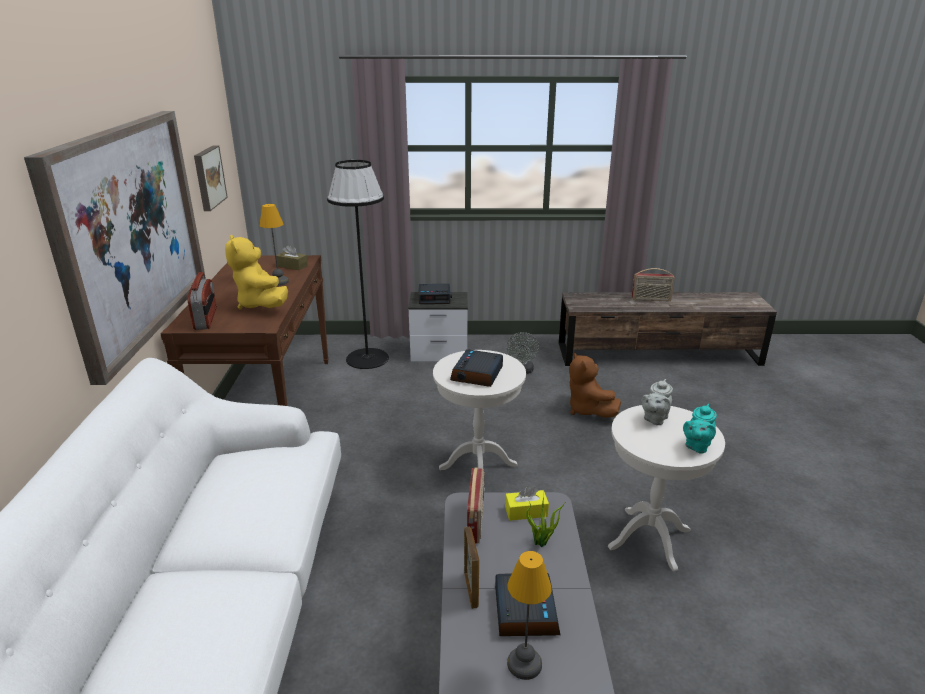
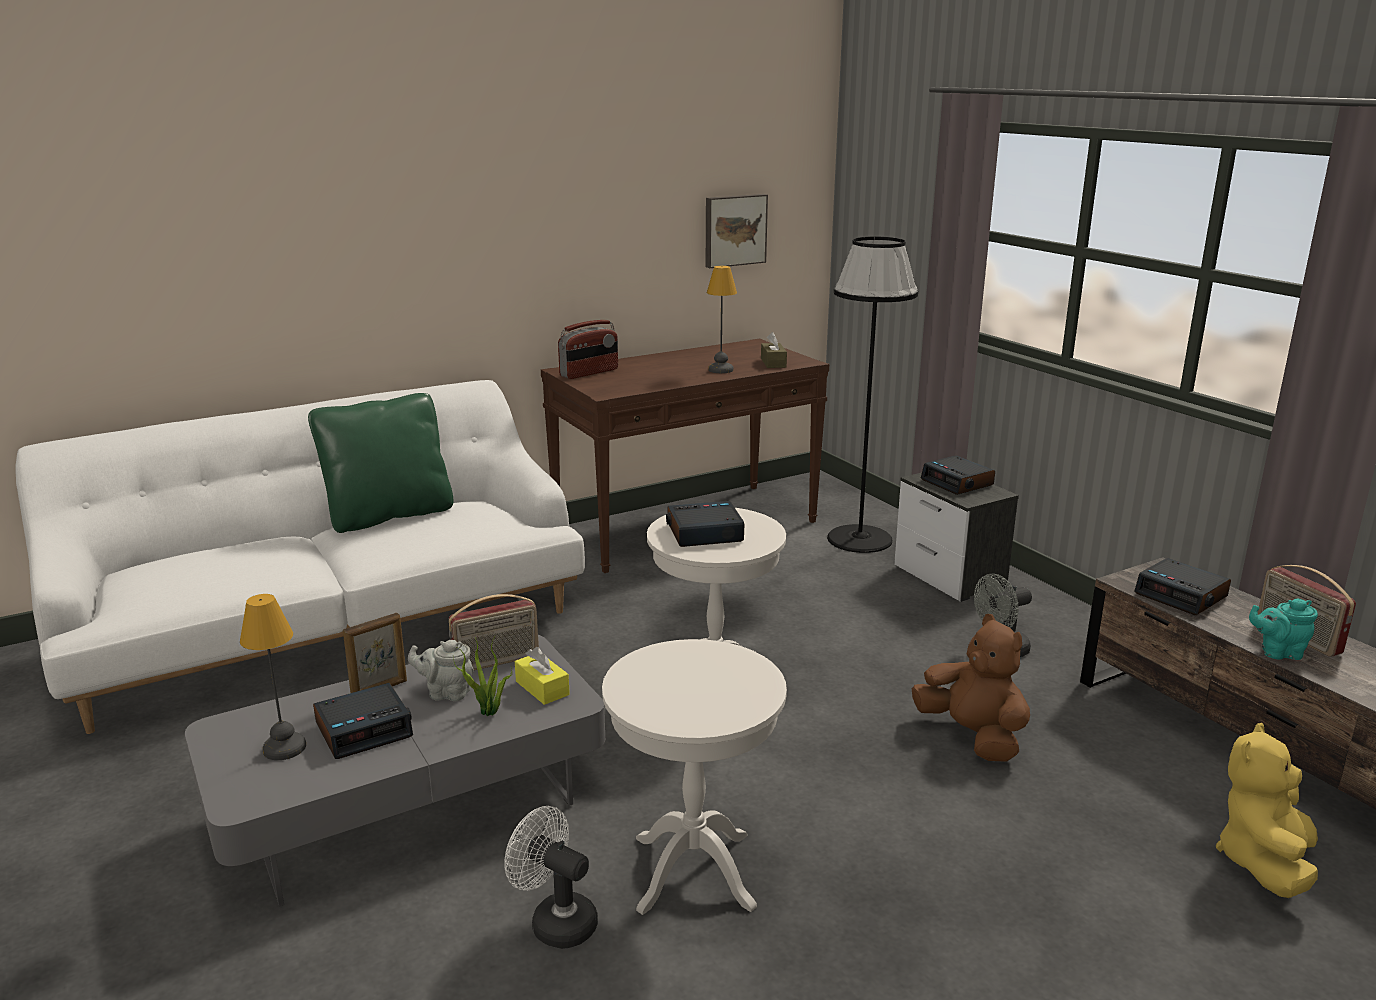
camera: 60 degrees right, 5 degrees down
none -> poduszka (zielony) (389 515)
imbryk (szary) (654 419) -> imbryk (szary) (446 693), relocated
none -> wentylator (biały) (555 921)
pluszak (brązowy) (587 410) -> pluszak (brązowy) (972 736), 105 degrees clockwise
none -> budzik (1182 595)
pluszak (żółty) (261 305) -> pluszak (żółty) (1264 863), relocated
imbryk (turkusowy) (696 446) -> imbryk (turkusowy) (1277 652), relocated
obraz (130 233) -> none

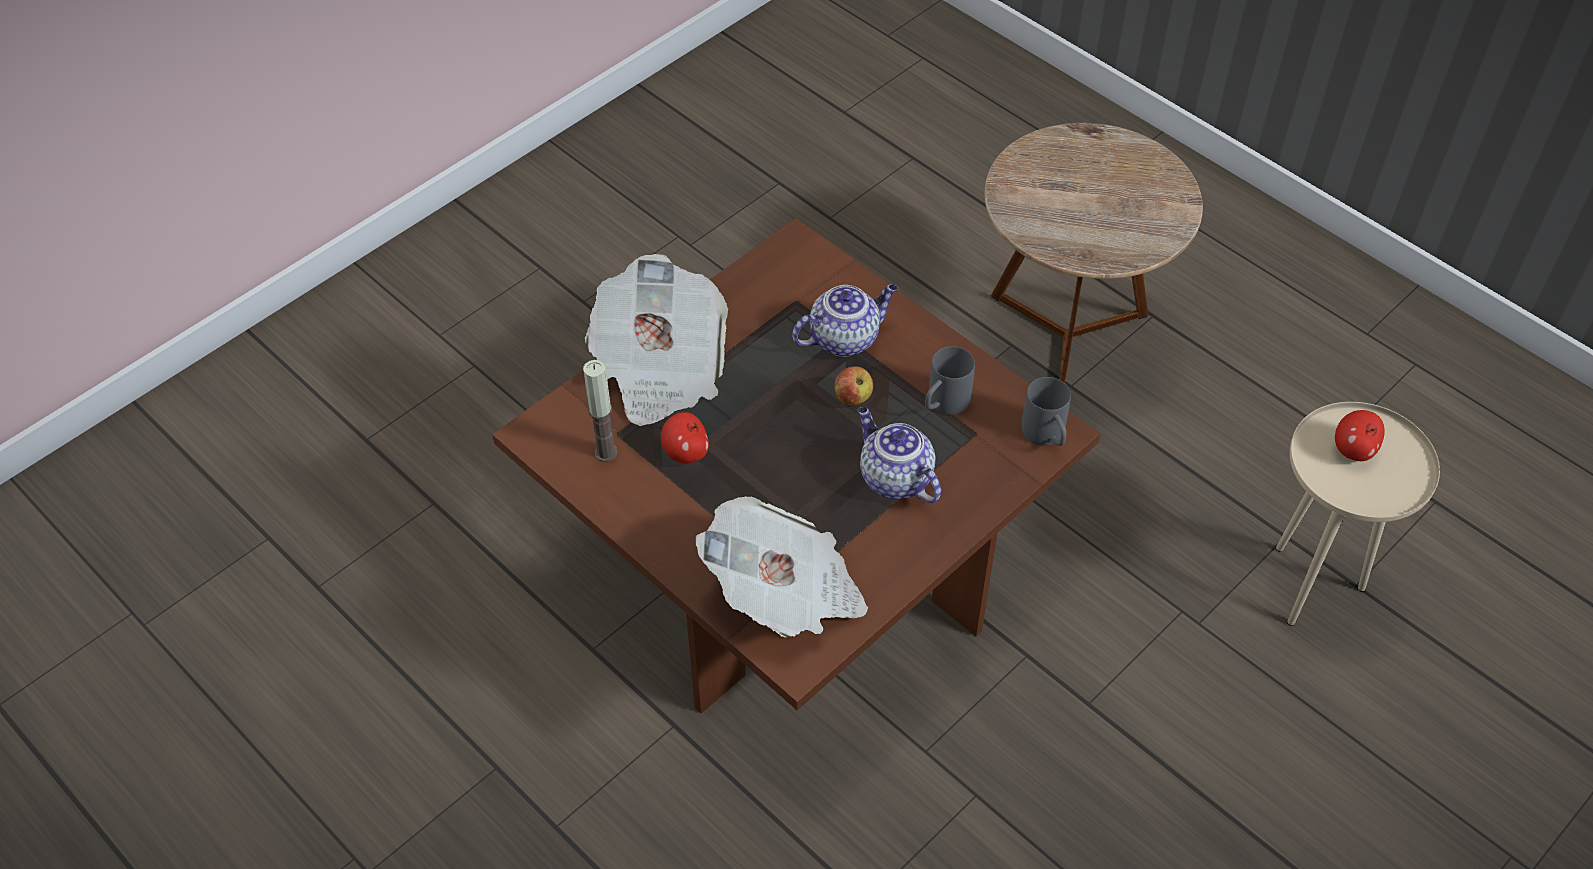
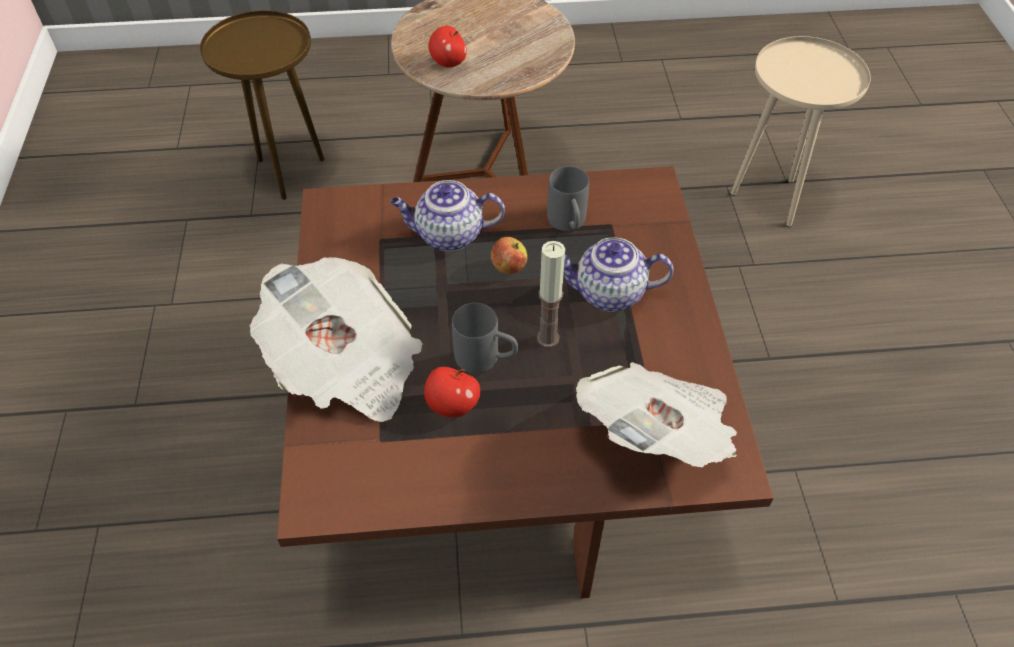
camera: 50 degrees left, 0 degrees up
none -> stolik (brązowy) (288 172)
imbryk (845 338) -> imbryk (448 235), 105 degrees counterclockwise
jabłko (1353 450) -> jabłko (448 63), relocated
kubek (szary) (1046 437) -> kubek (szary) (486 359), relocated
świeca (606 452) -> świeca (548 338), relocated

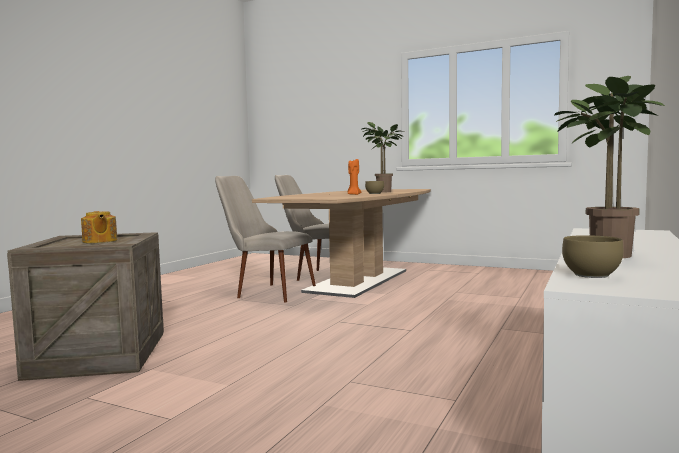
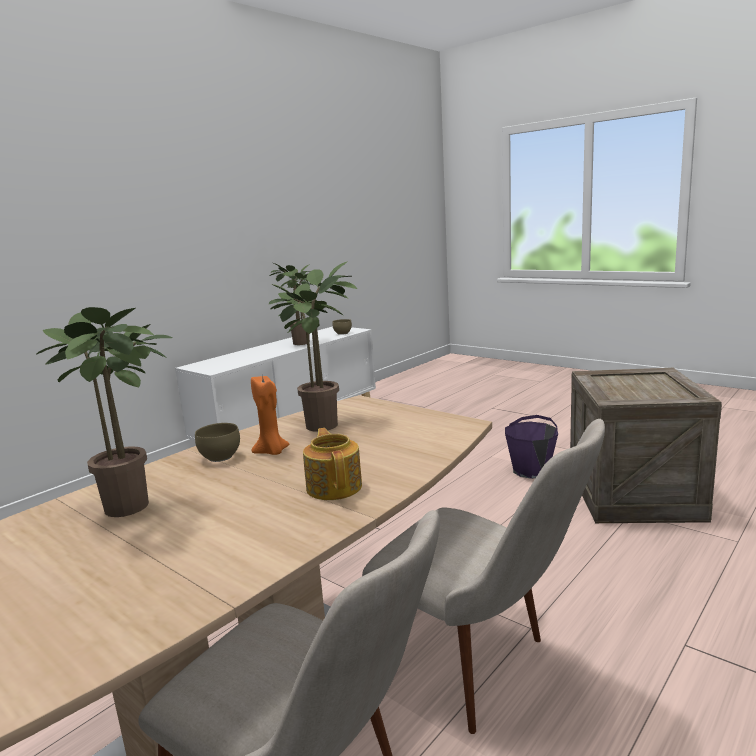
camera: 165 degrees left, 10 degrees up
none -> roślina doniczkowa (322 423)
imbryk (99 241) -> imbryk (334 486), relocated
none -> wiadro (fioletowy) (531 470)

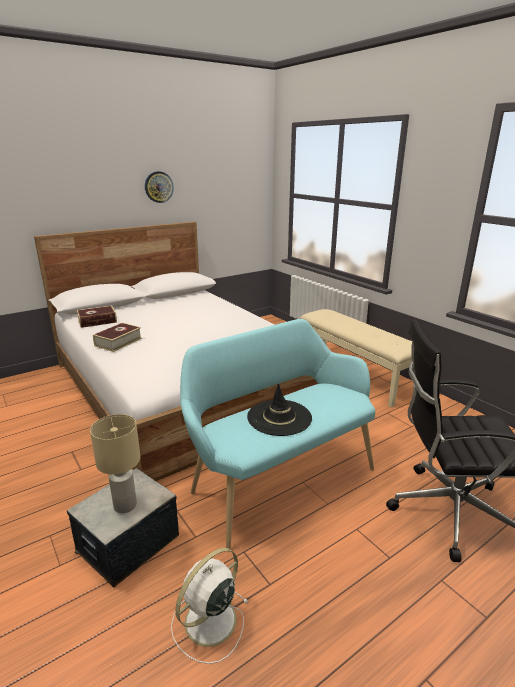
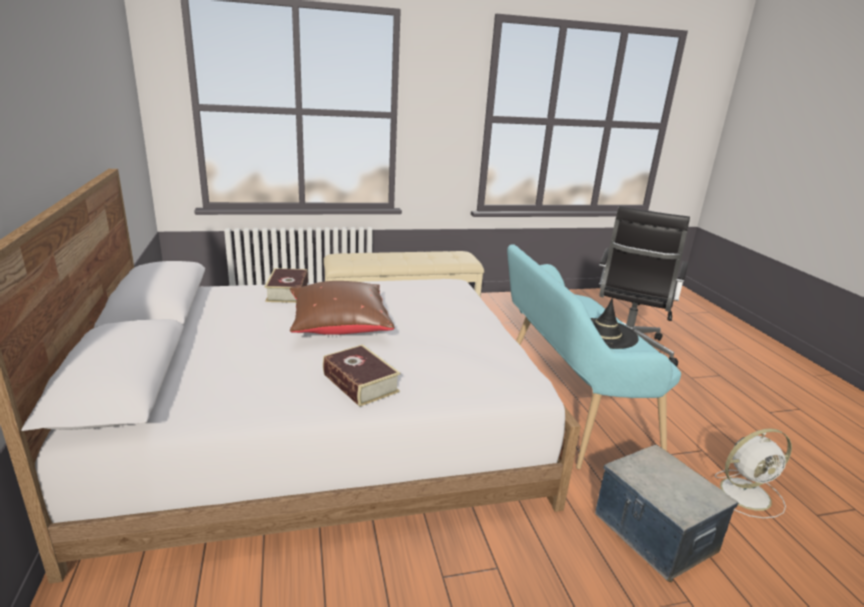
camera: 70 degrees left, 0 degrees up
książka (97 321) -> książka (287 292), relocated
none -> poduszka (brązowy) (338 326)
wentylator (biały) (208 622) -> wentylator (biały) (747 493), 75 degrees counterclockwise
lampa stołowa (beżowy) (124 505) -> none
zegar ścienny (158 187) -> none

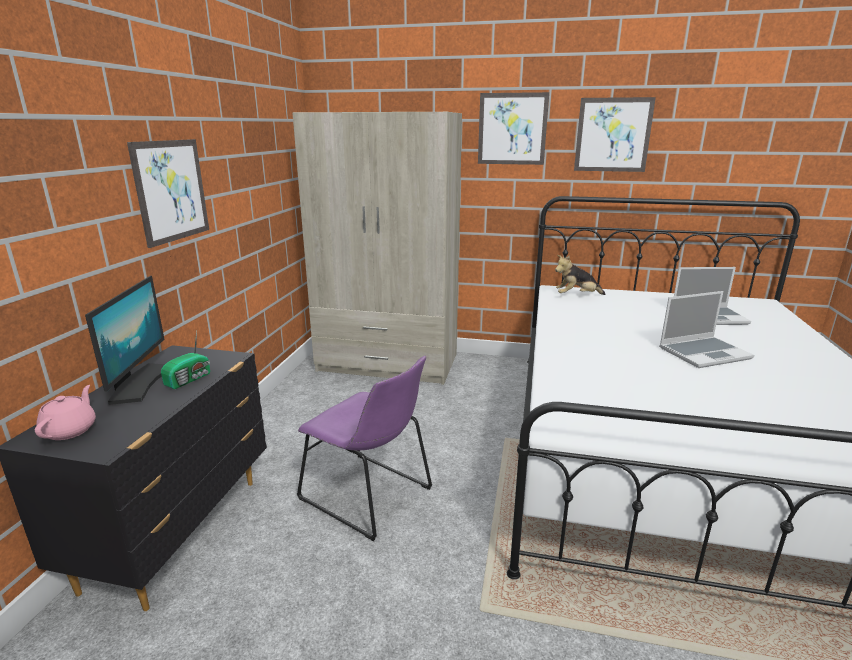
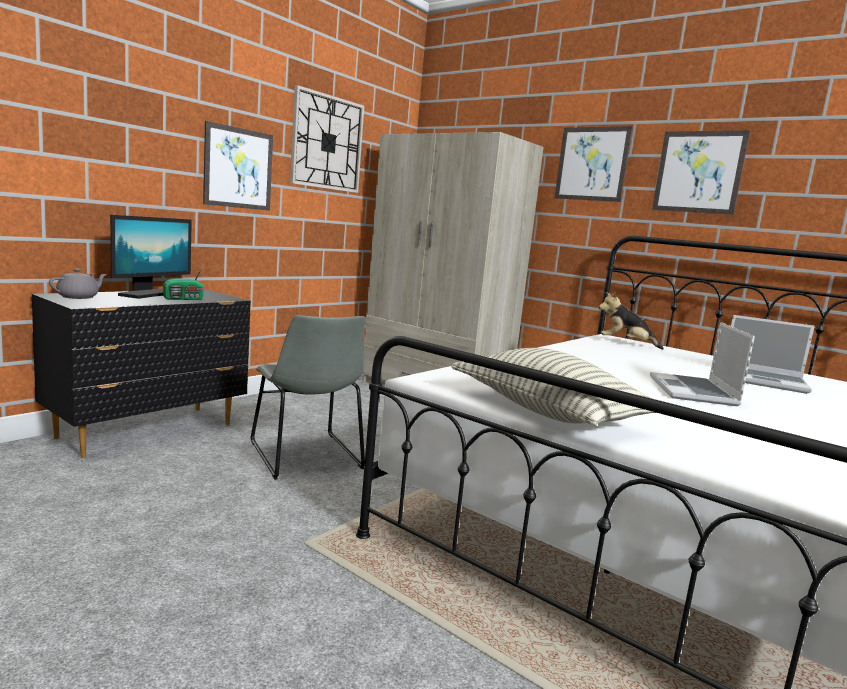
camera: 25 degrees right, 10 degrees down
imbryk (różowy) (70 430) -> imbryk (szary) (79 297)
krzesło (fioletowy) (370 496) -> krzesło (szary) (307 457)
none -> zegar ścienny (327 142)
none -> poduszka (547 412)
laptop (704 353) -> laptop (694 392), 90 degrees clockwise

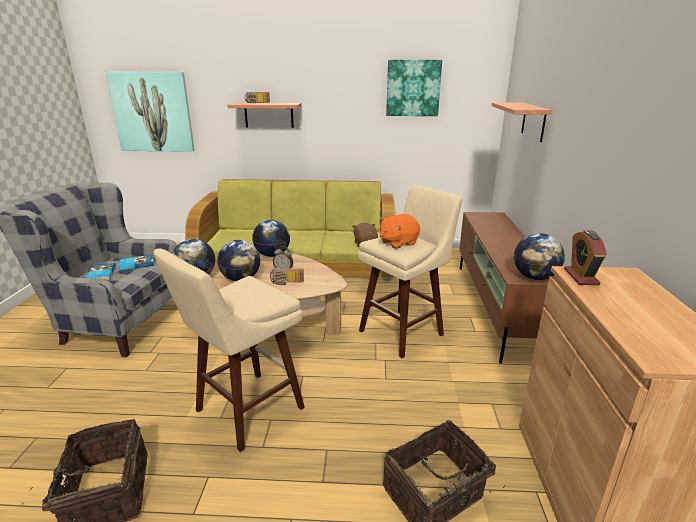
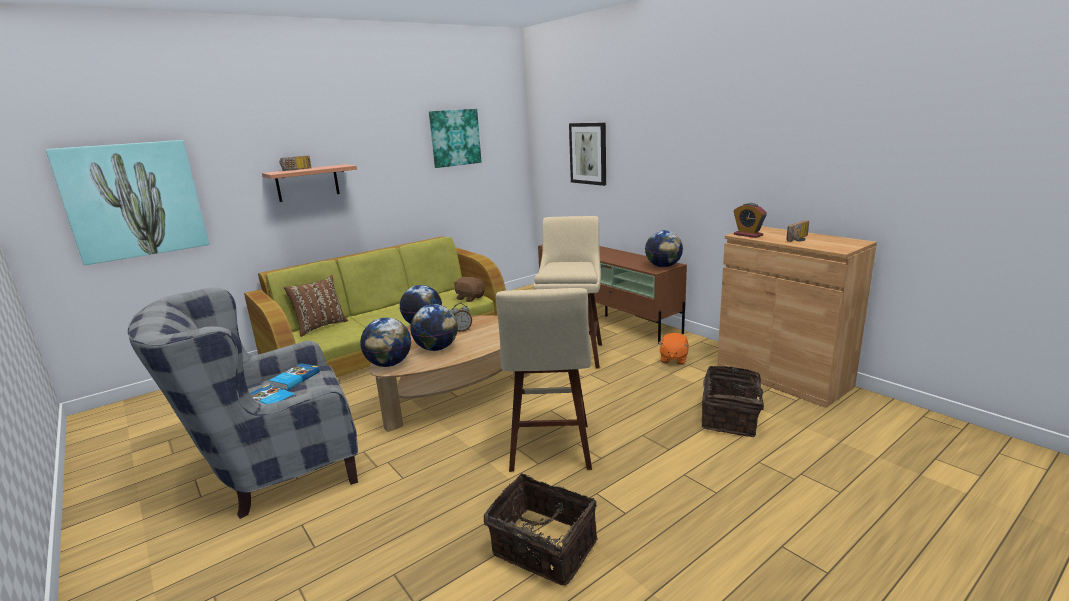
camera: 40 degrees left, 5 degrees down
none -> poduszka (brązowy) (320 327)
półka (533 121) -> obraz (588 153)
pluszak (pomarańczowy) (398 243) -> pluszak (pomarańczowy) (673 359), relocated
radio (286 282) -> radio (800 239), relocated

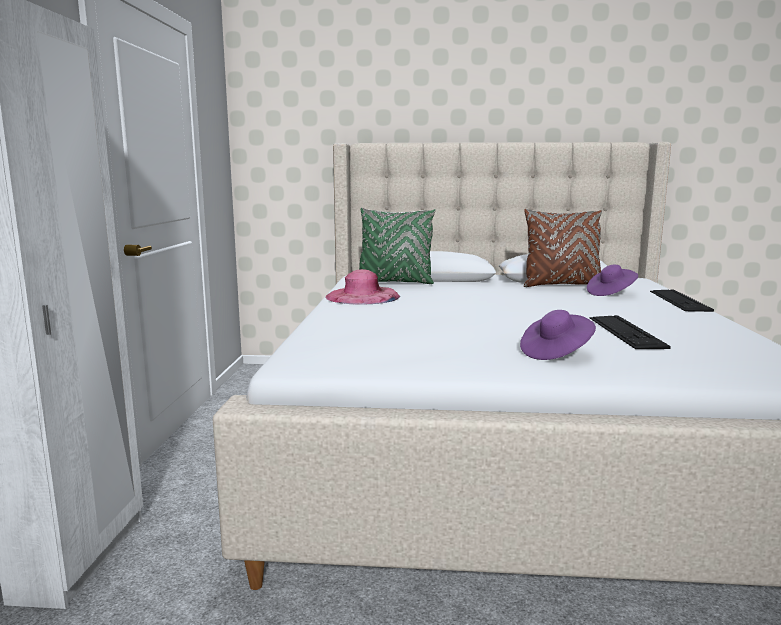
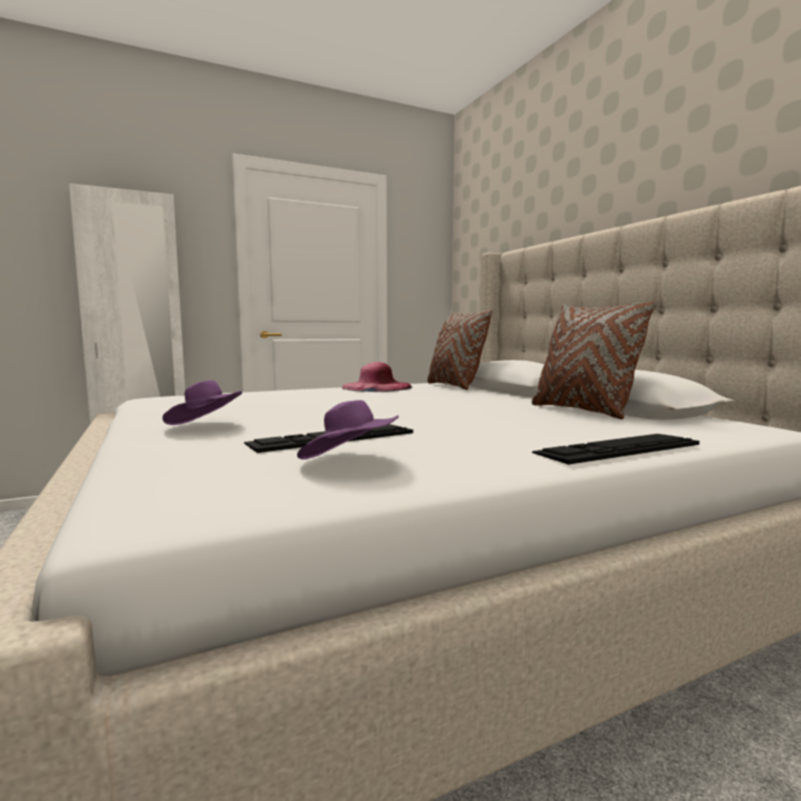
camera: 60 degrees right, 5 degrees down
kapelusz (fioletowy) (611 293) -> kapelusz (fioletowy) (350 463), relocated
poduszka (zielony) (395 283) -> poduszka (brązowy) (455 386)

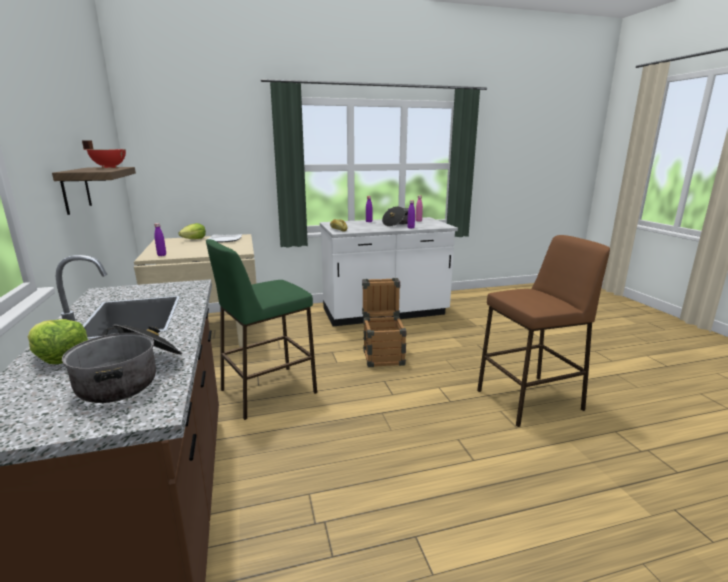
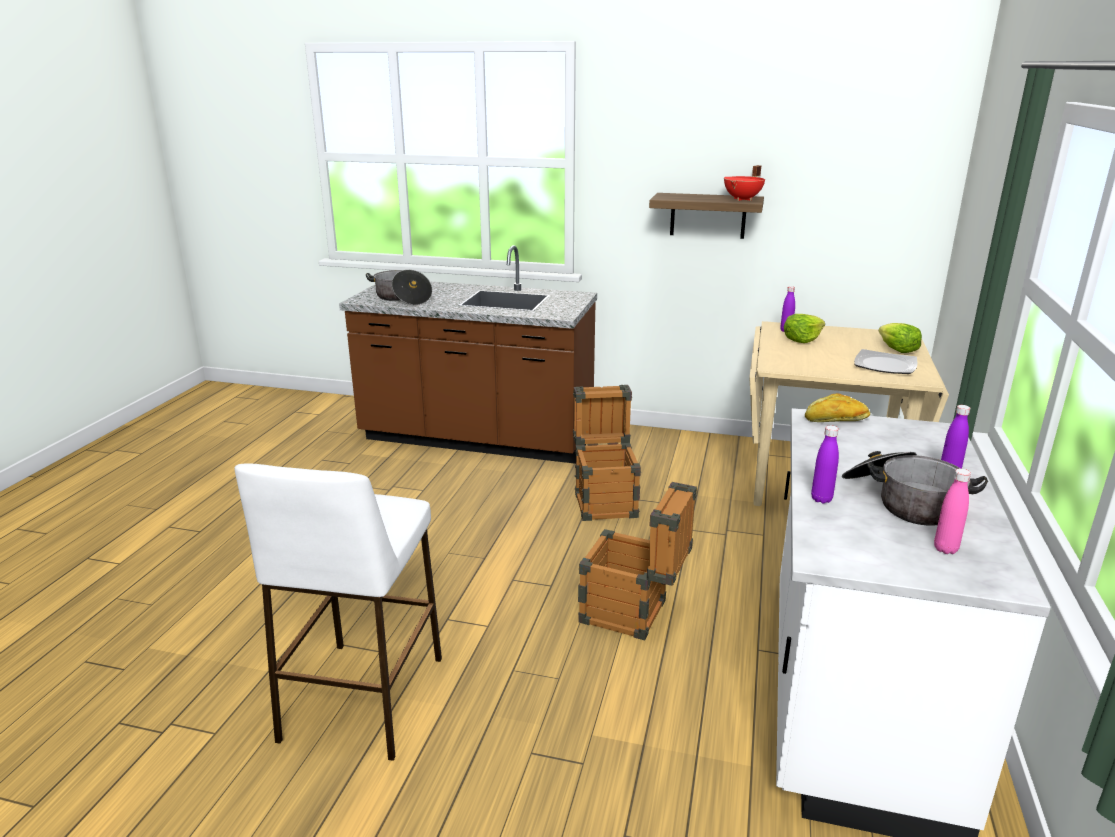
camera: 120 degrees right, 5 degrees up
stołek (brązowy) (529 400) -> stołek (biały) (363 699)
stołek (zielony) (267 391) -> skrzynka (605 500)
sałata (60 358) -> sałata (802 339), relocated

